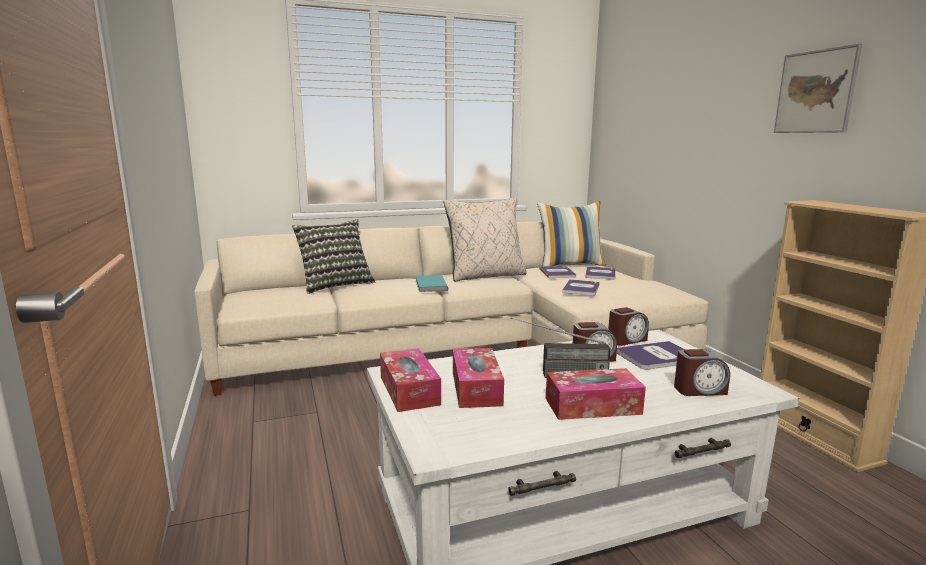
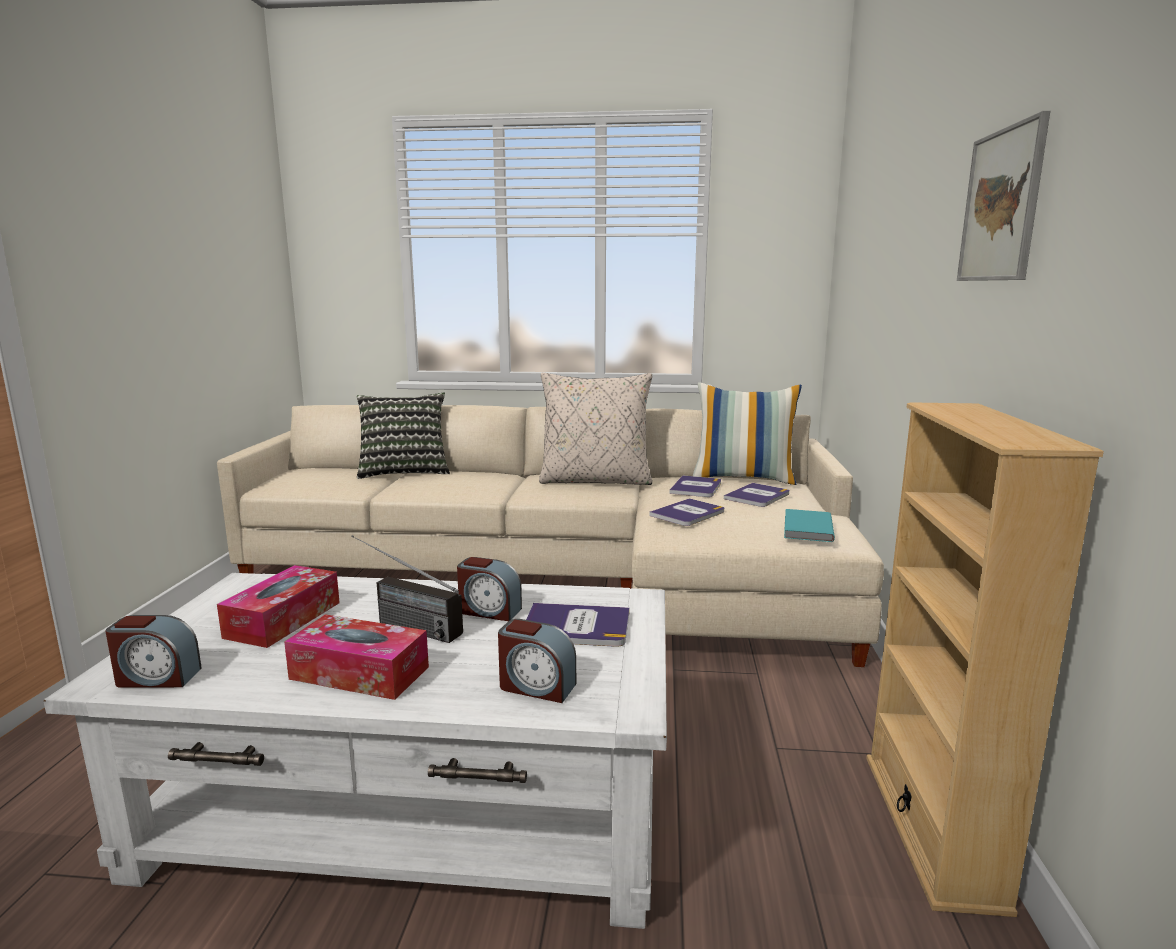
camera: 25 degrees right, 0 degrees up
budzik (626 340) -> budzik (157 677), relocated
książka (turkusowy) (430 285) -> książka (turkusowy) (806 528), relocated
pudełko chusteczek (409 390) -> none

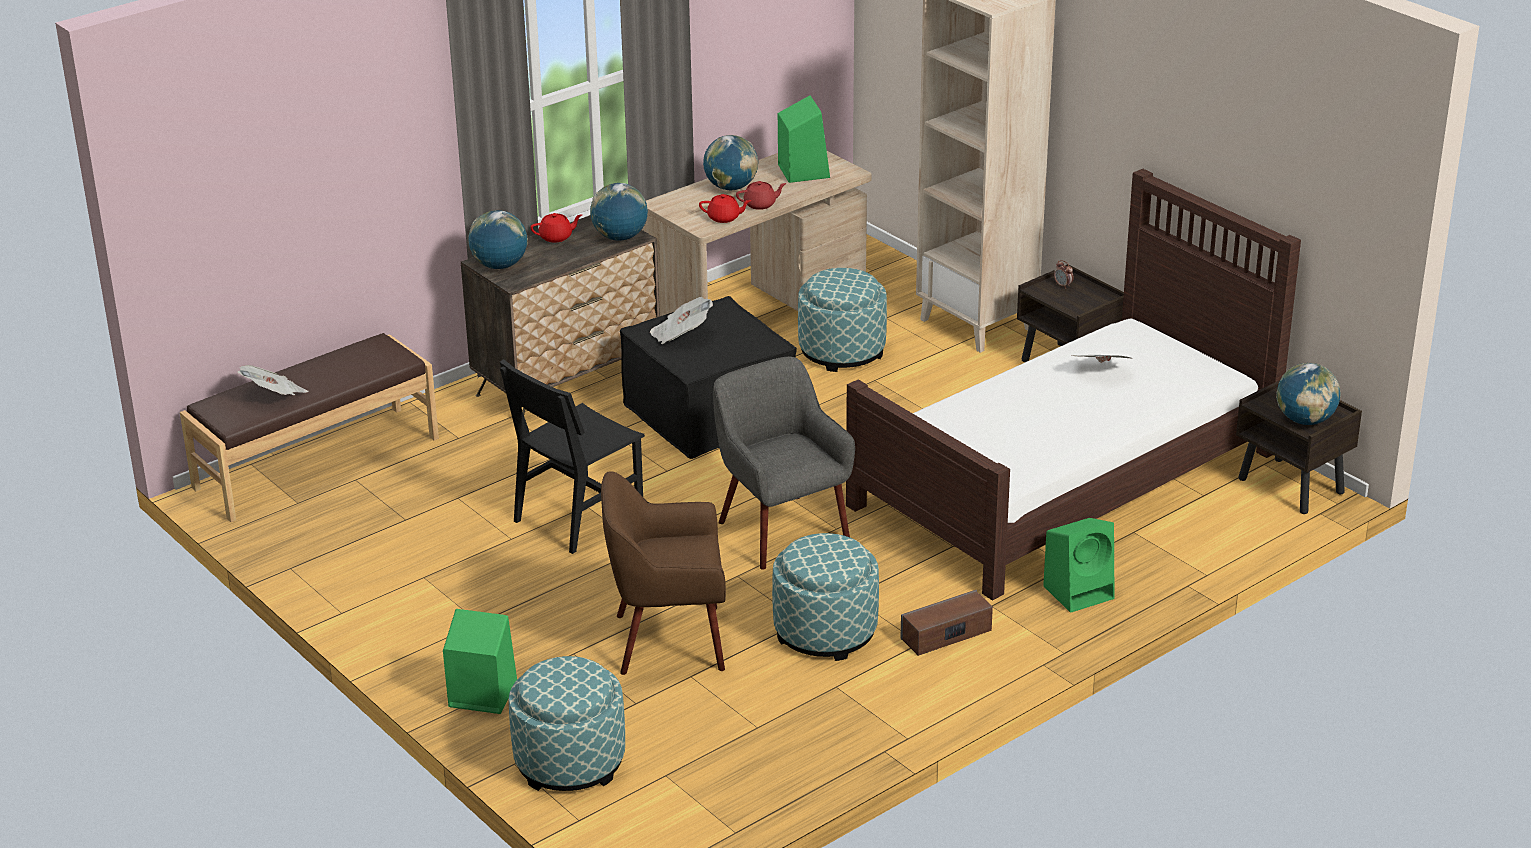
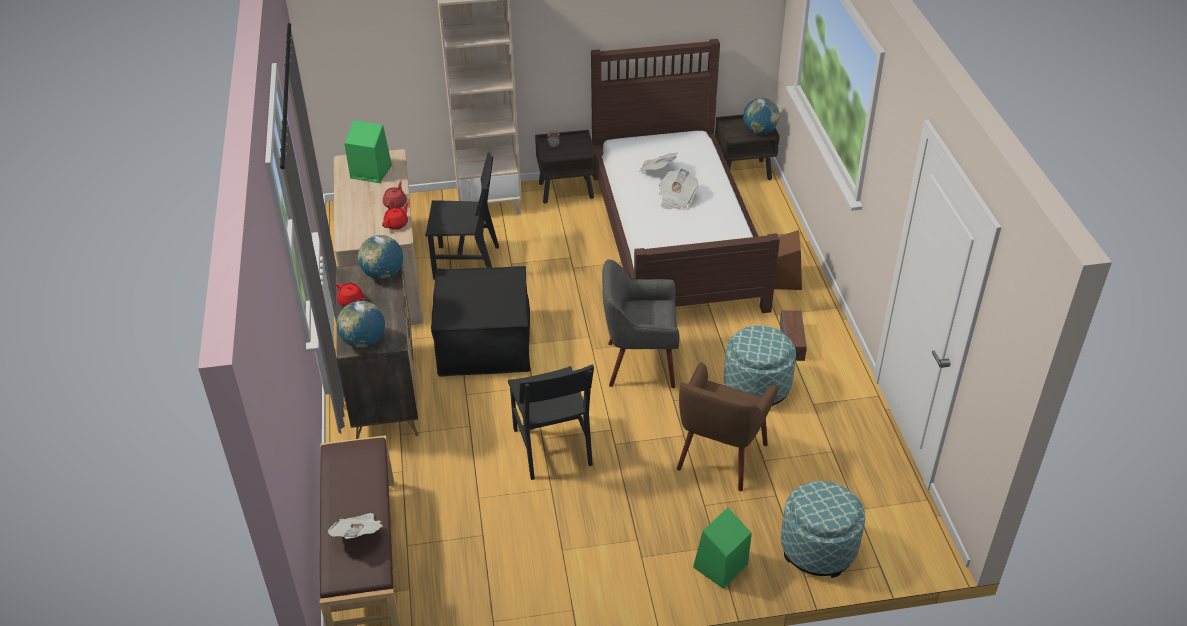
camera: 60 degrees left, 10 degrees up
imbryk (czerwony) (556 237) -> imbryk (czerwony) (351 302), 120 degrees clockwise
pufa (842 351) -> krzesło (czarny) (466 263)
gazeta (681 335) -> gazeta (676 199), relocated
głośnik (zielony) (1079 591) -> głośnik (brązowy) (785 278)
globus (731 188) -> none

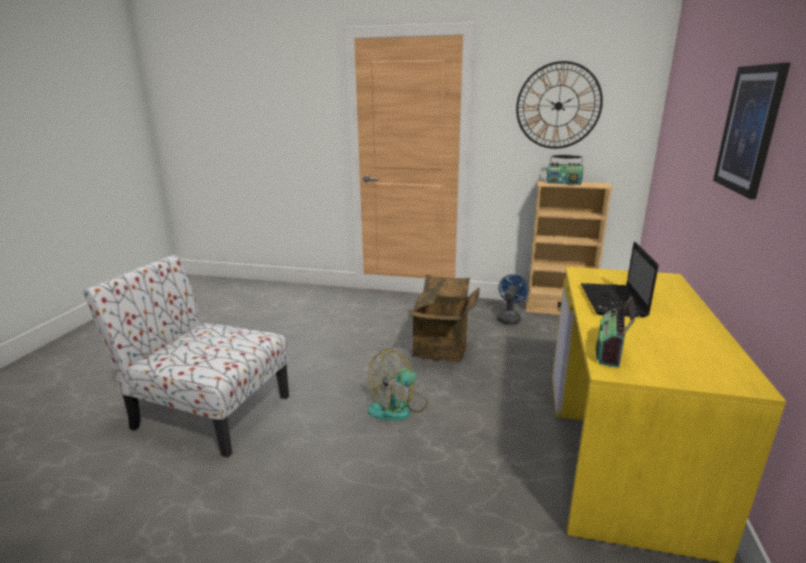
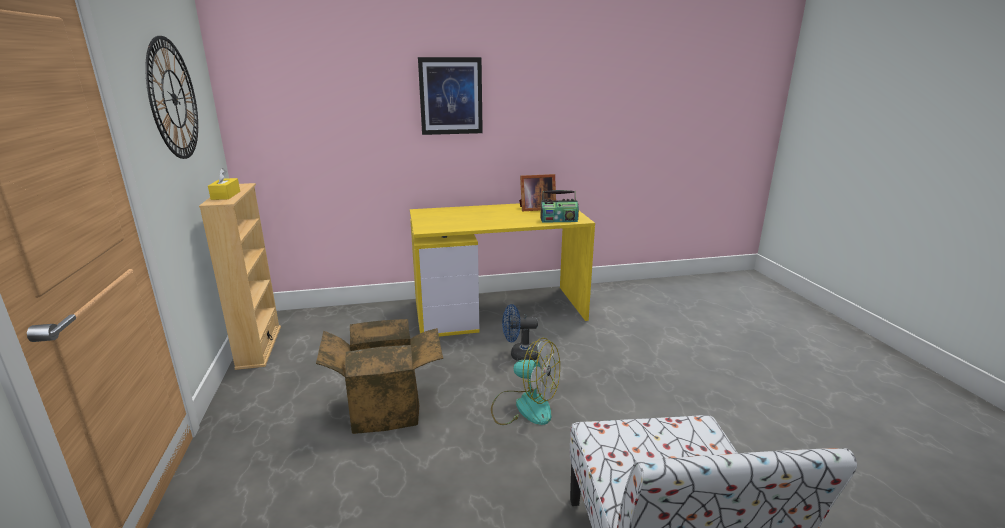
camera: 115 degrees left, 0 degrees up
radio (563 183) -> pudełko chusteczek (żółty) (225 195)
wentylator (niebieski) (509 318) -> wentylator (niebieski) (519 355), relocated
none -> ramka na zdjęcie (535 209)
laptop (613 302) -> none

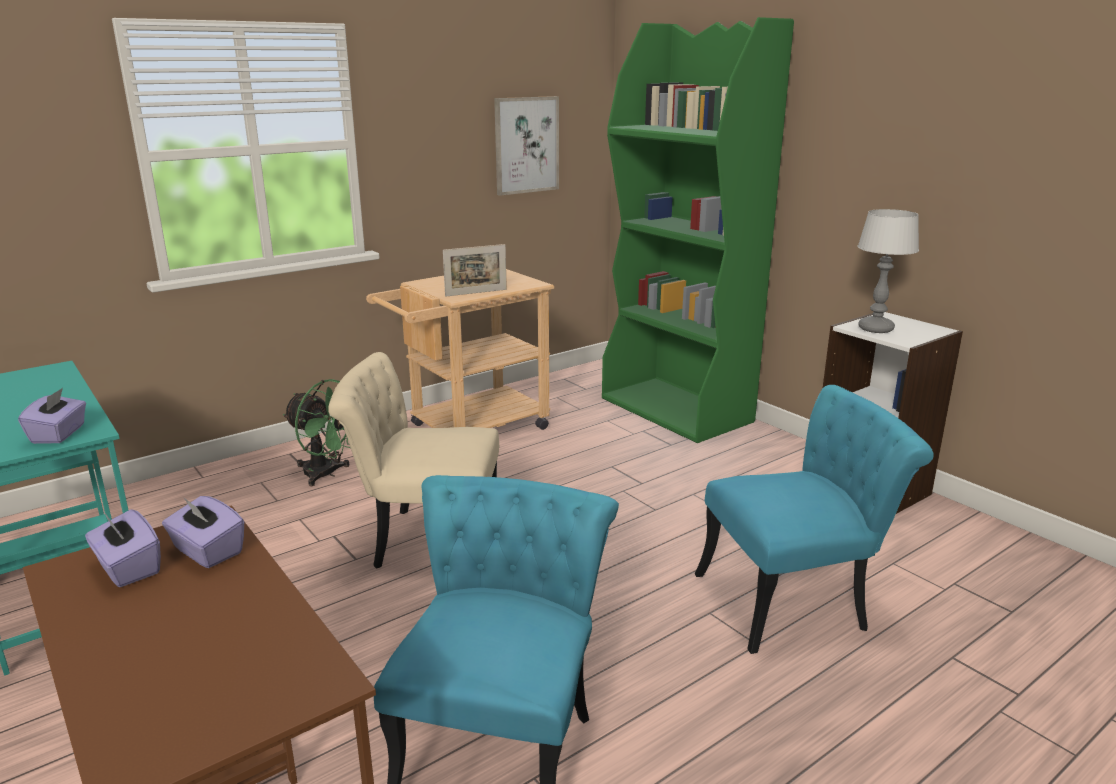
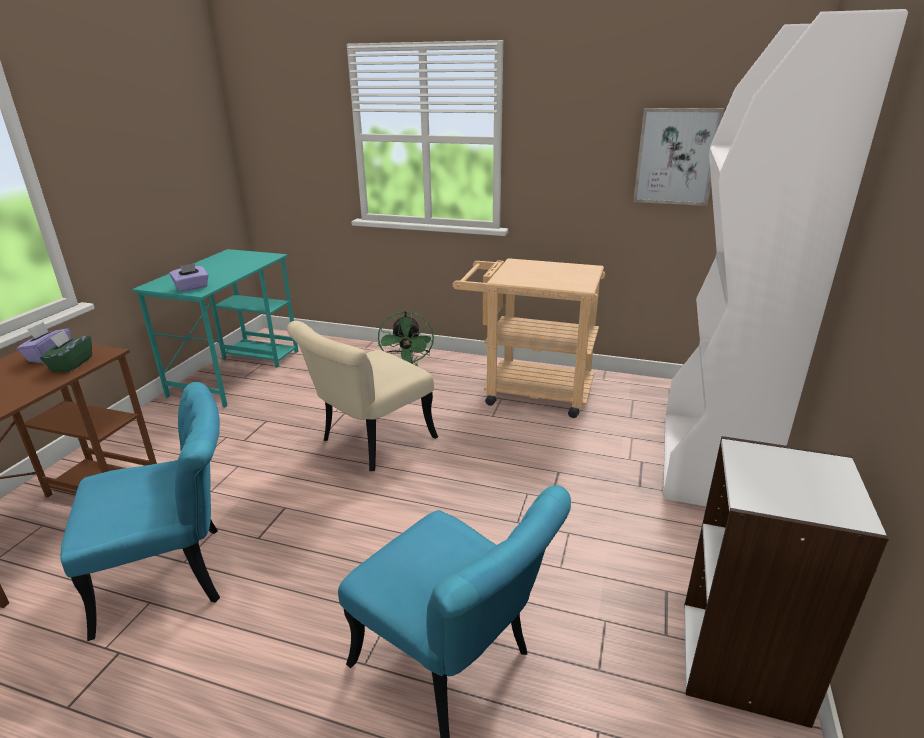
camera: 55 degrees right, 5 degrees up
pudełko chusteczek (fioletowy) (207 551) -> pudełko chusteczek (zielony) (71 364)
krzesło (beżowy) (426 540) -> krzesło (beżowy) (369 443), 105 degrees counterclockwise
regał (zielony) (677 410) -> regał (biały) (710 463)
ramka na zdjęcie (476 292) -> none
lampa stołowa (876 329) -> none

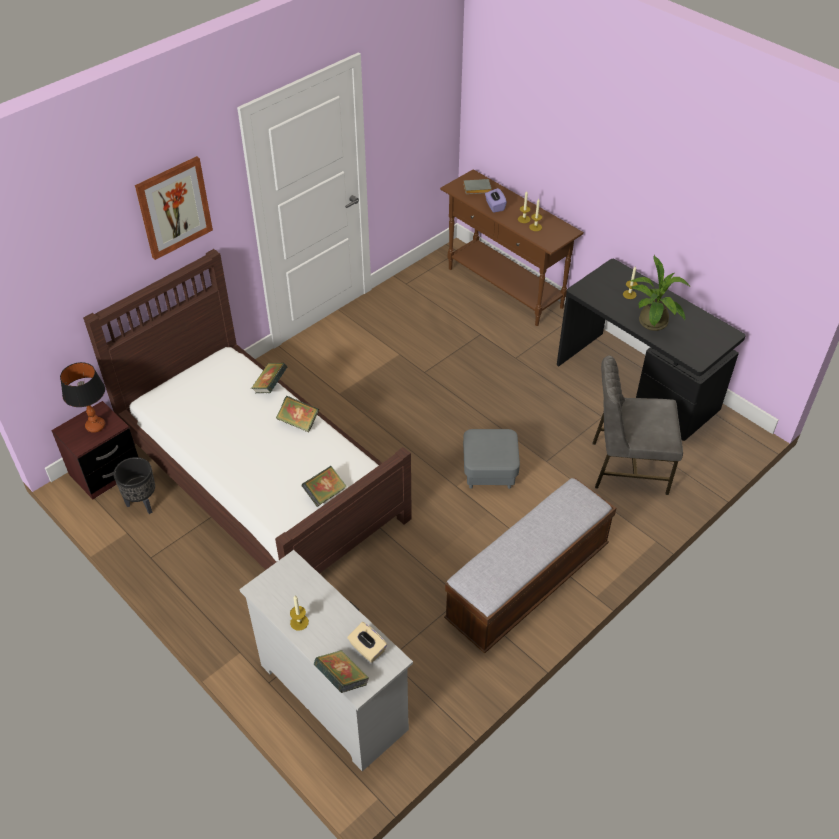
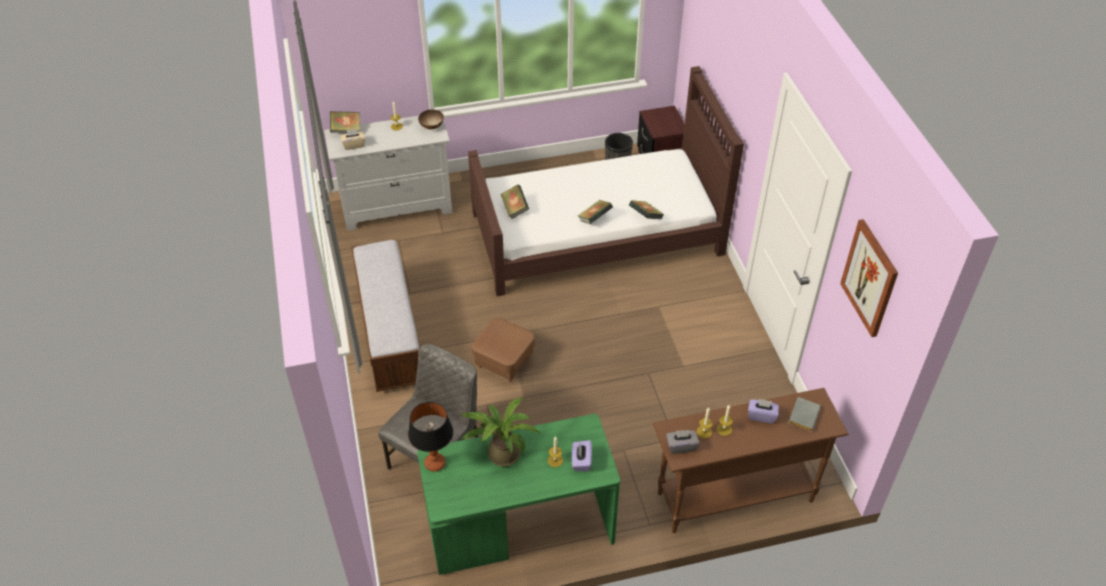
camera: 120 degrees right, 0 degrees up
lampa stołowa (95 426) -> lampa stołowa (435 463), relocated
biurko (czarny) (637 386) -> biurko (zielony) (520 528)
none -> miska (431 126)
pufa (szary) (489 472) -> pufa (brązowy) (504 362)
none -> pudełko chusteczek (fioletowy) (581 461)
none -> pudełko chusteczek (szary) (681 446)
obraz (174 207) -> obraz (870 278), relocated

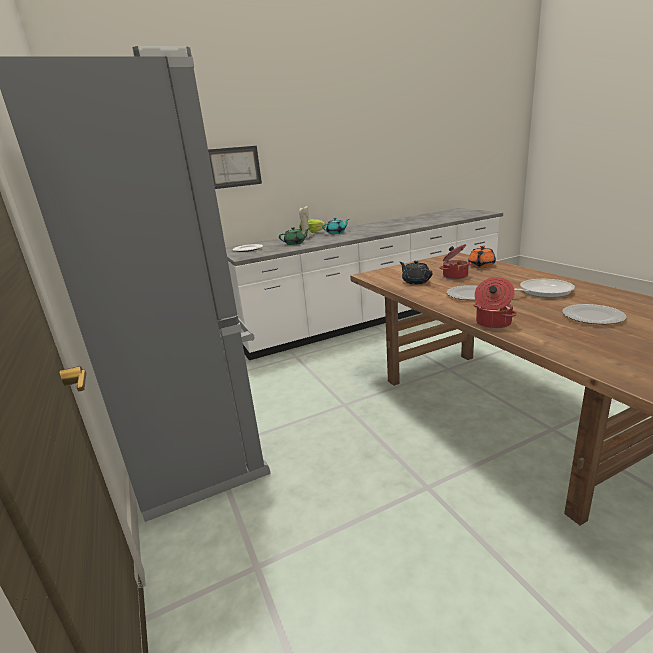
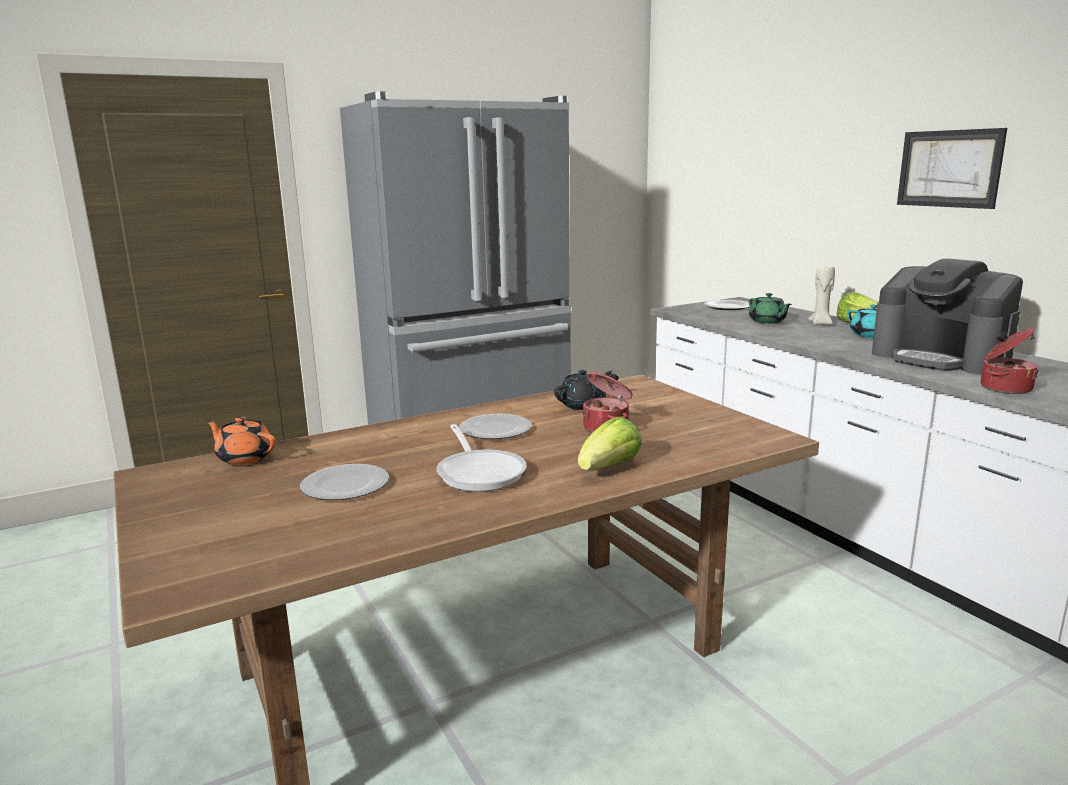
camera: 85 degrees right, 5 degrees down
imbryk (pomarańczowy) (481 266) -> imbryk (pomarańczowy) (245 458), relocated
none -> sałata (609 468)
none -> ekspres do kawy (940 358)
obraz (234 167) -> obraz (949 168), relocated
garnek (492 323) -> garnek (1004 388), relocated

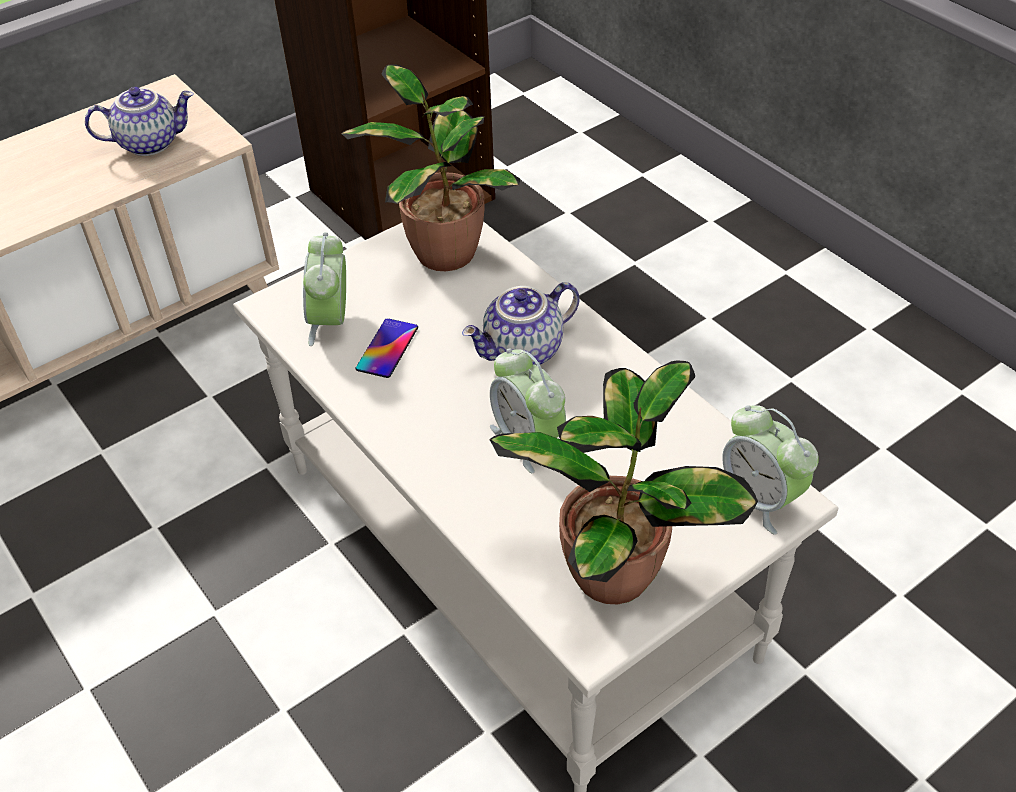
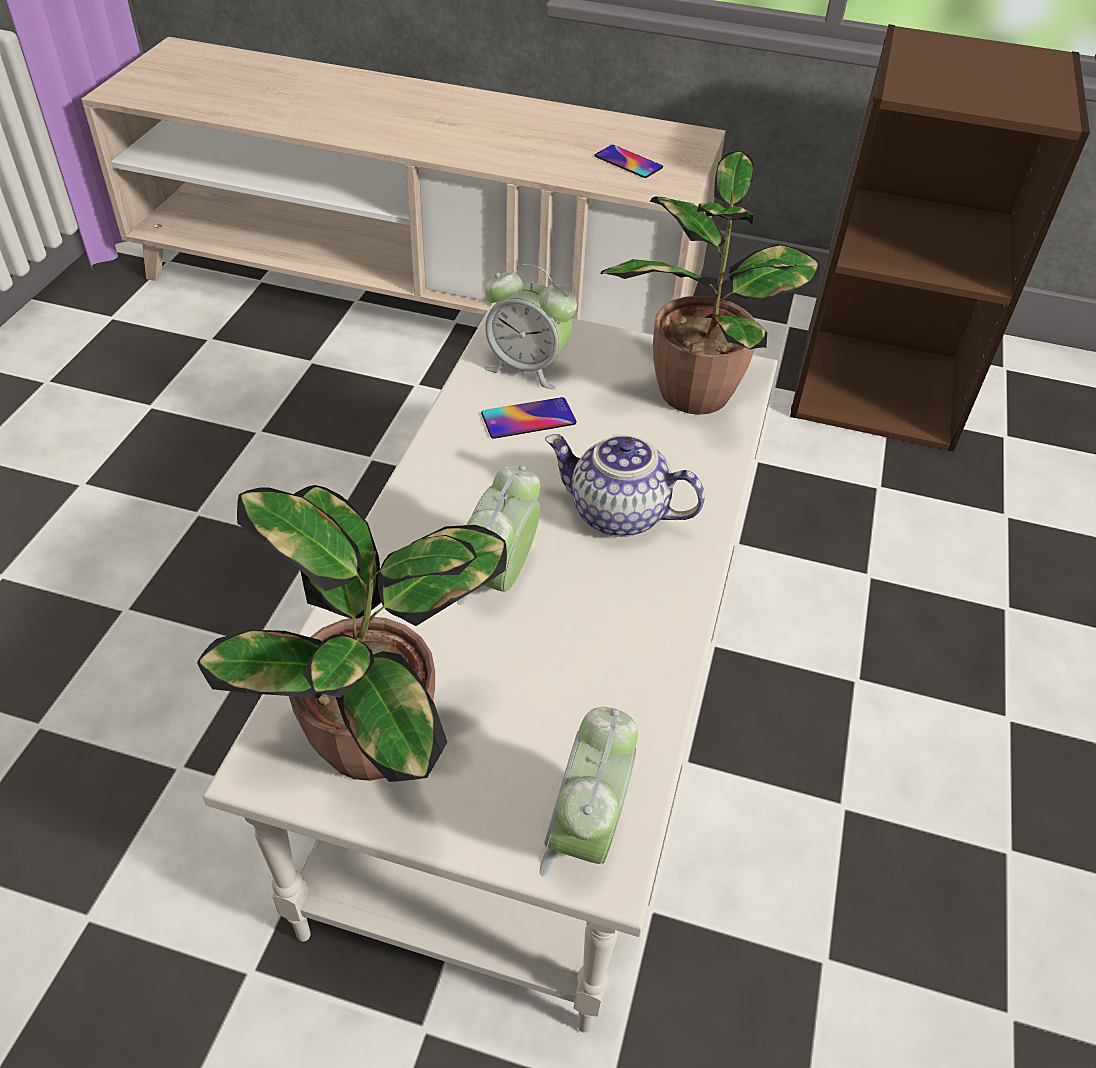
camera: 50 degrees right, 0 degrees up
budzik (331 321) -> budzik (527 367), 120 degrees counterclockwise
imbryk (150 143) -> telefon (628 162)

